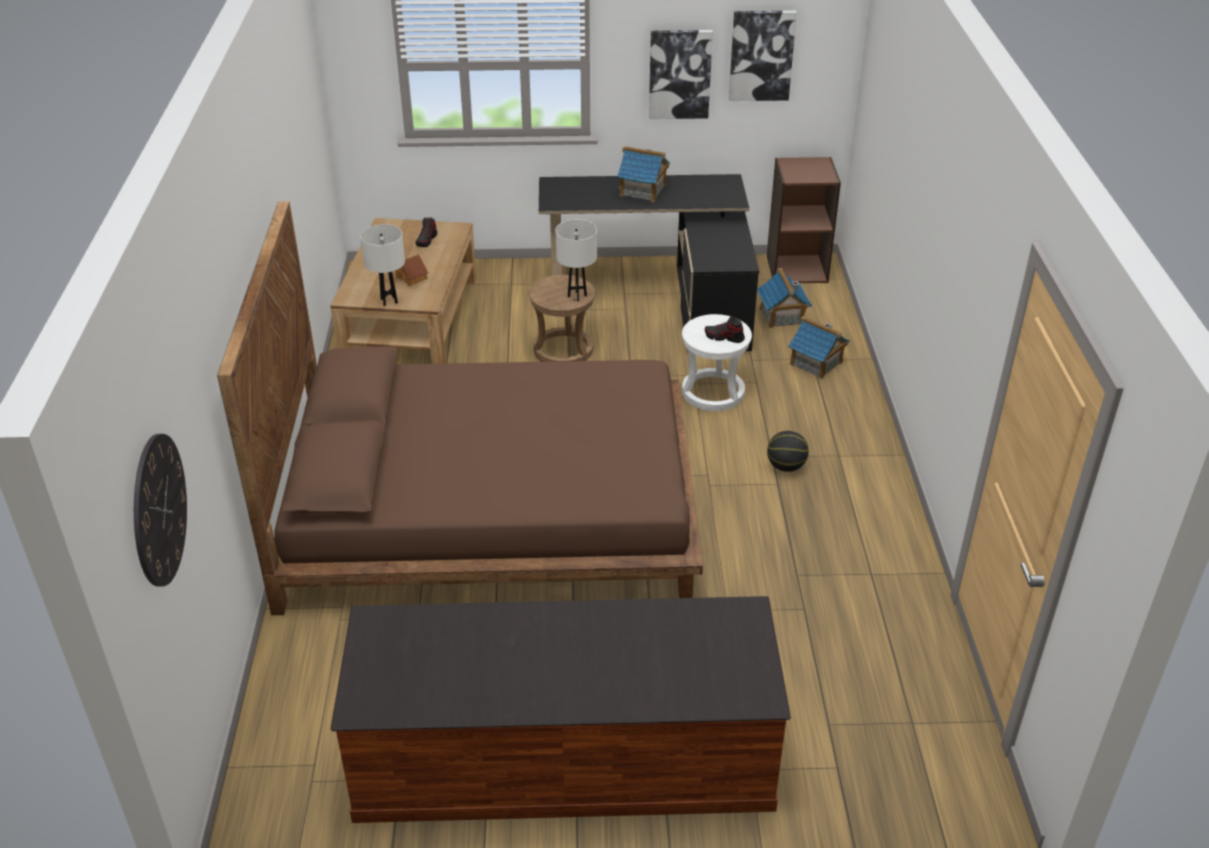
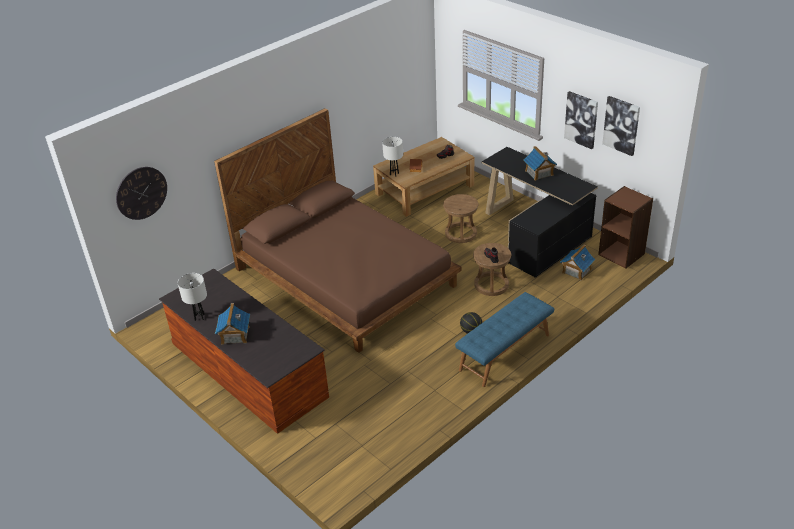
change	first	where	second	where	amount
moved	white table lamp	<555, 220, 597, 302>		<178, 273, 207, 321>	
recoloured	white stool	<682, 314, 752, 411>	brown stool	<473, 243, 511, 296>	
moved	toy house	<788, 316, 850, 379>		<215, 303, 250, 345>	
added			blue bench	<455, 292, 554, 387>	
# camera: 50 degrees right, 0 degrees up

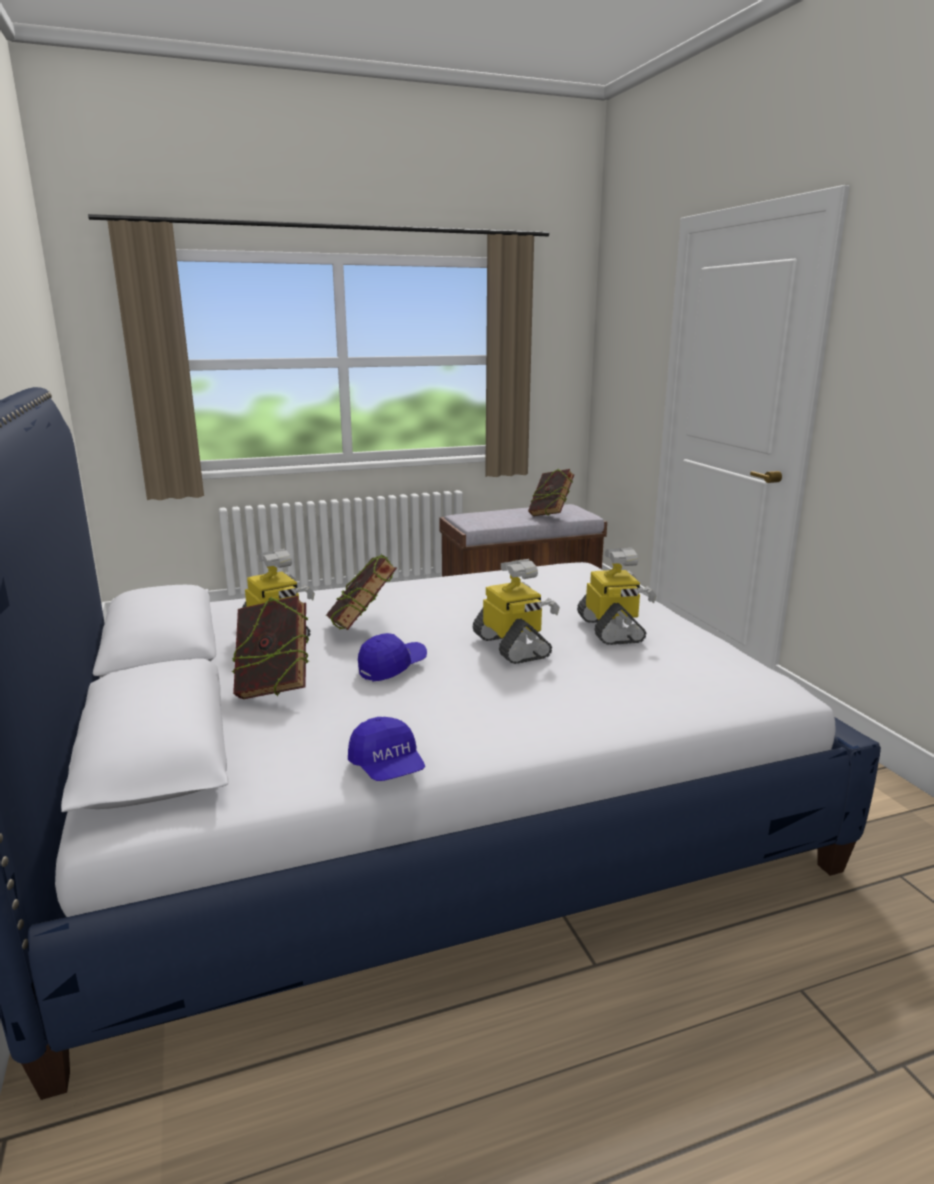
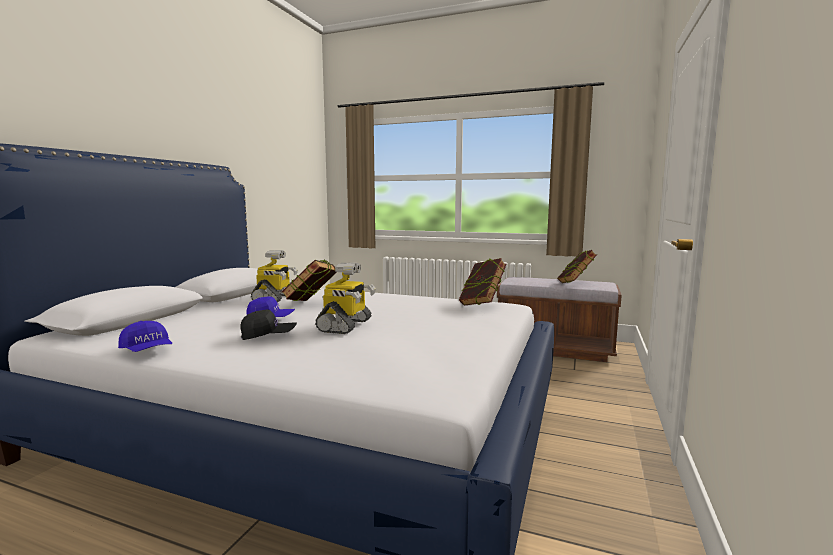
change	first	where	second	where	amount
removed	toy robot	<577, 548, 657, 645>			
moved	book	<232, 596, 309, 699>		<459, 258, 506, 306>	
turned	blue cap	<348, 717, 425, 781>		<118, 321, 172, 352>	60 degrees counterclockwise
added			black cap	<240, 310, 297, 340>	
# camera: 40 degrees right, 10 degrees down

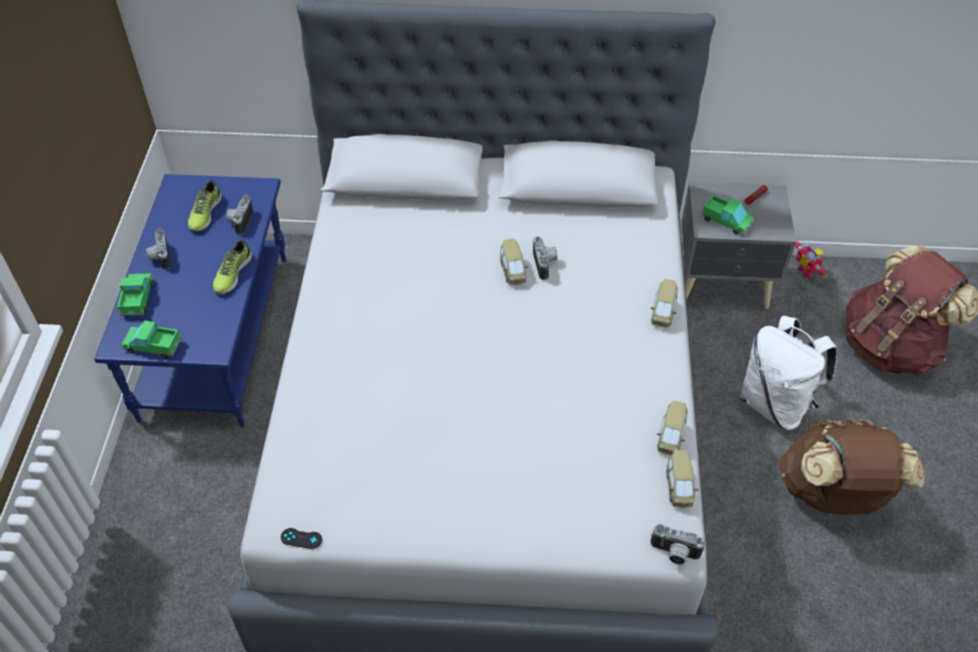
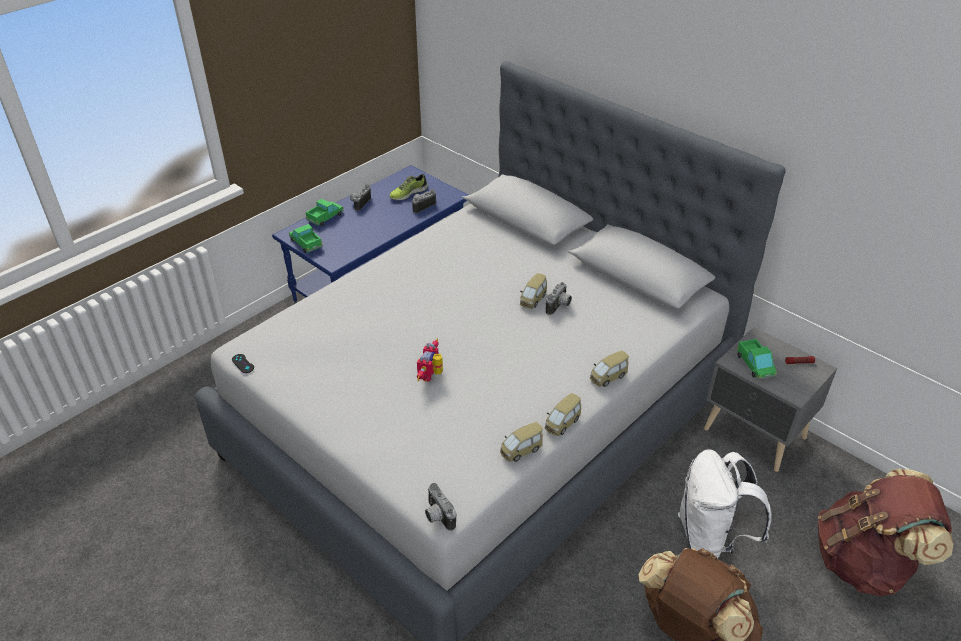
change	first	where	second	where	amount
removed	shoe	<213, 240, 252, 294>			
moved	toy robot	<795, 241, 827, 278>		<417, 339, 443, 382>	
moved	toy car	<666, 450, 698, 509>		<545, 393, 581, 436>	
# camera: 40 degrees right, 10 degrees down

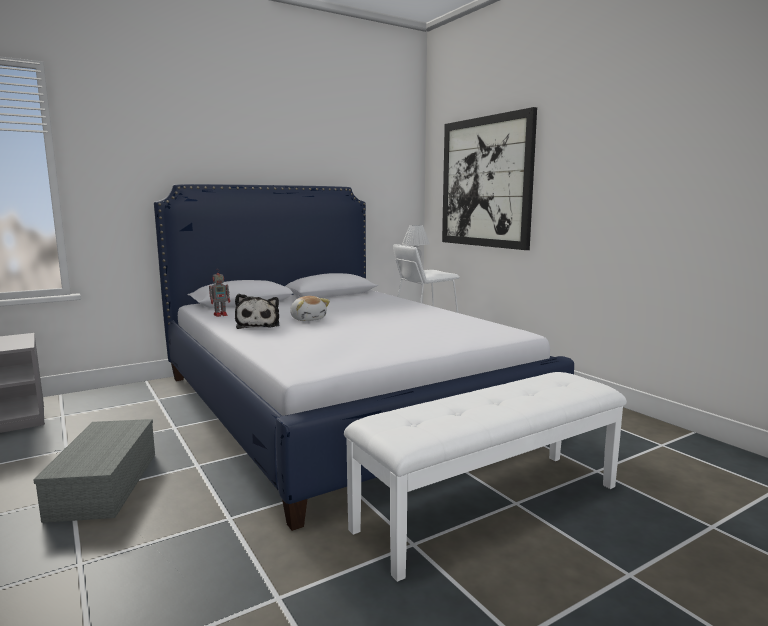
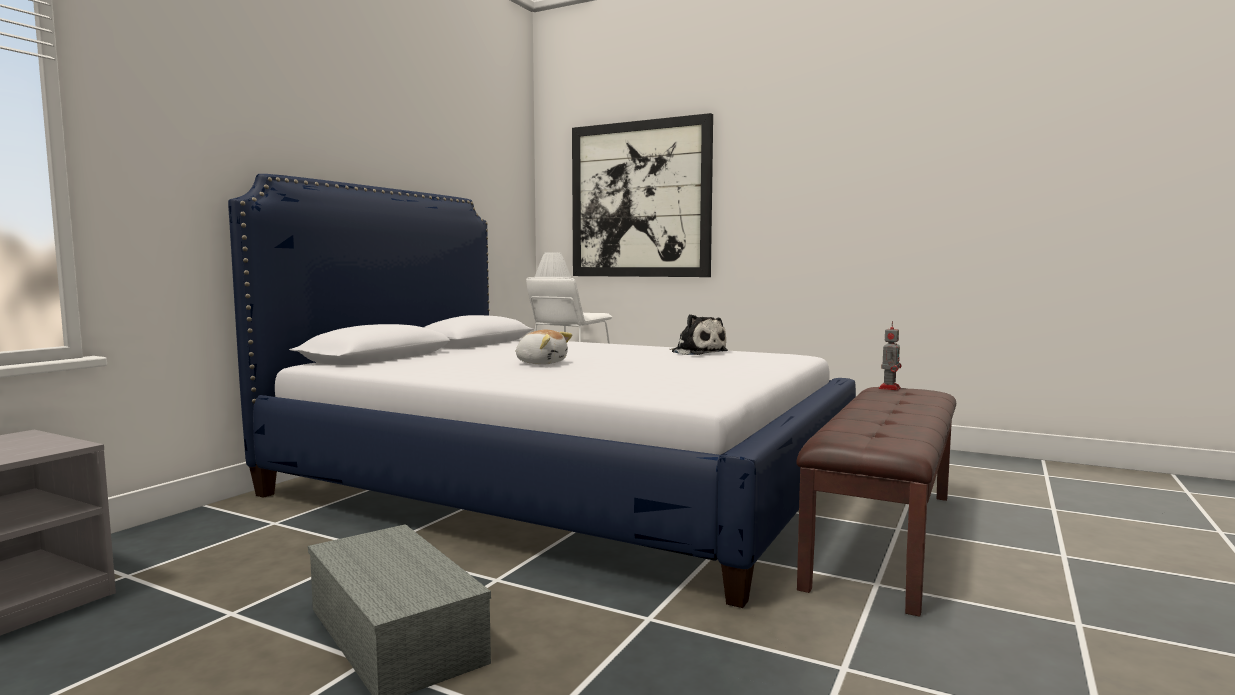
change	first	where	second	where	amount
moved	toy robot	<209, 269, 230, 317>		<879, 321, 902, 390>	
moved	plush toy	<235, 294, 279, 329>		<669, 314, 728, 355>	
recoloured	white bench	<344, 372, 627, 582>	brown bench	<796, 387, 956, 617>	
# camera: 30 degrees left, 5 degrees down

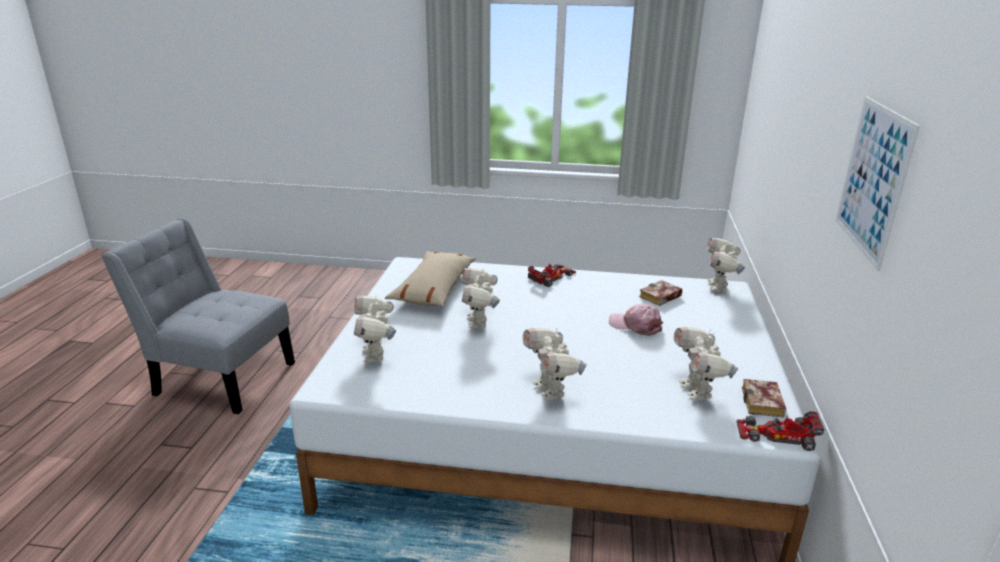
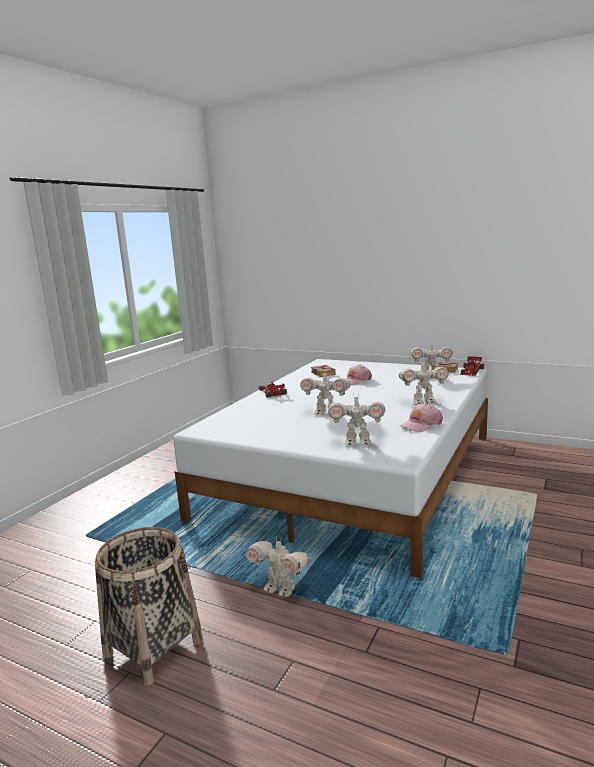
change	first	where	second	where	amount
removed	picture	<835, 96, 920, 271>			
replaced	grey chair	<101, 218, 295, 414>	basket	<95, 527, 203, 686>	
moved	toy robot	<707, 238, 745, 292>		<246, 537, 311, 597>	
removed	beige pillow	<385, 251, 476, 306>			
added			pink cap	<400, 403, 443, 432>	
# camera: 70 degrees left, 10 degrees down

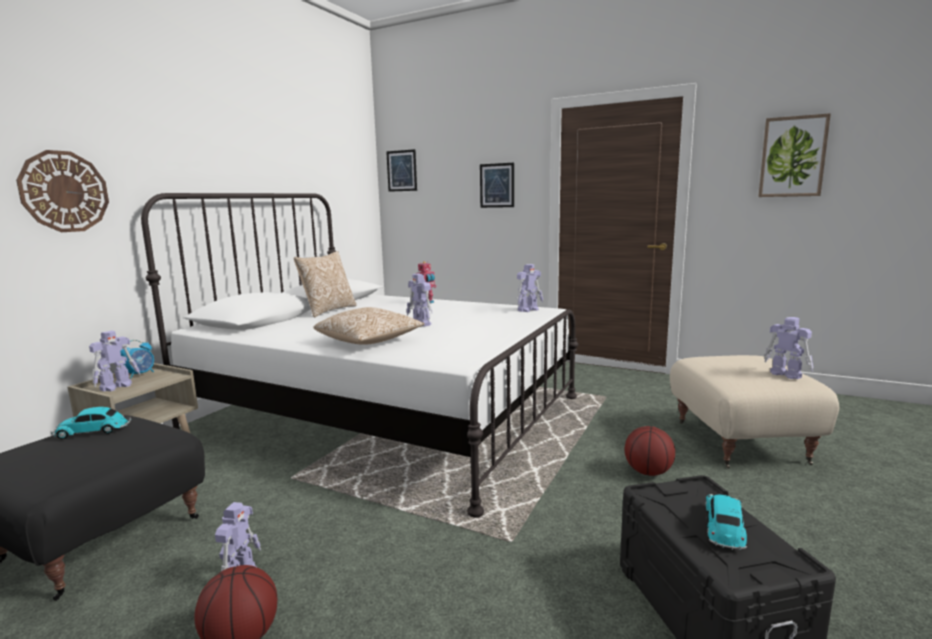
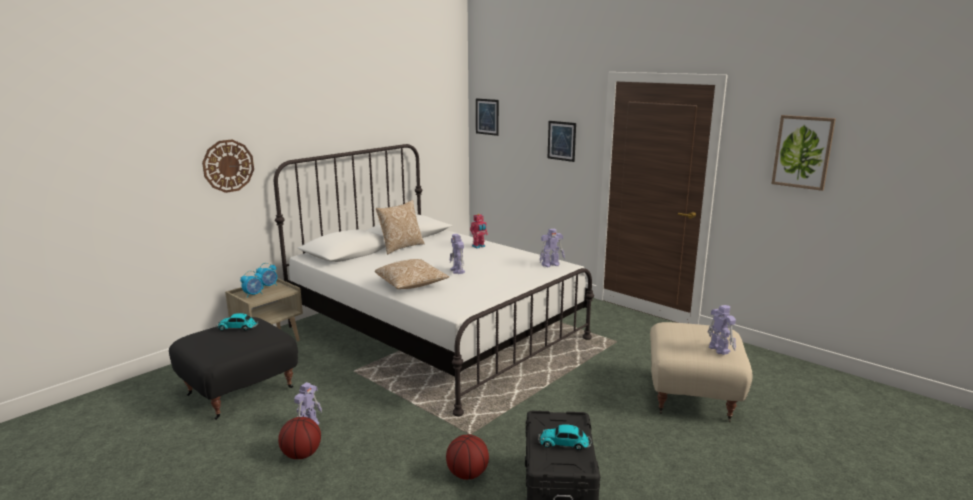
change	first	where	second	where	amount
replaced	toy robot	<89, 331, 140, 392>	alarm clock	<240, 271, 263, 298>	
moved	basketball	<625, 426, 675, 476>		<446, 434, 489, 480>	
turned	toy car	<705, 494, 747, 550>		<538, 424, 591, 450>	120 degrees counterclockwise
# camera: 15 degrees right, 5 degrees up

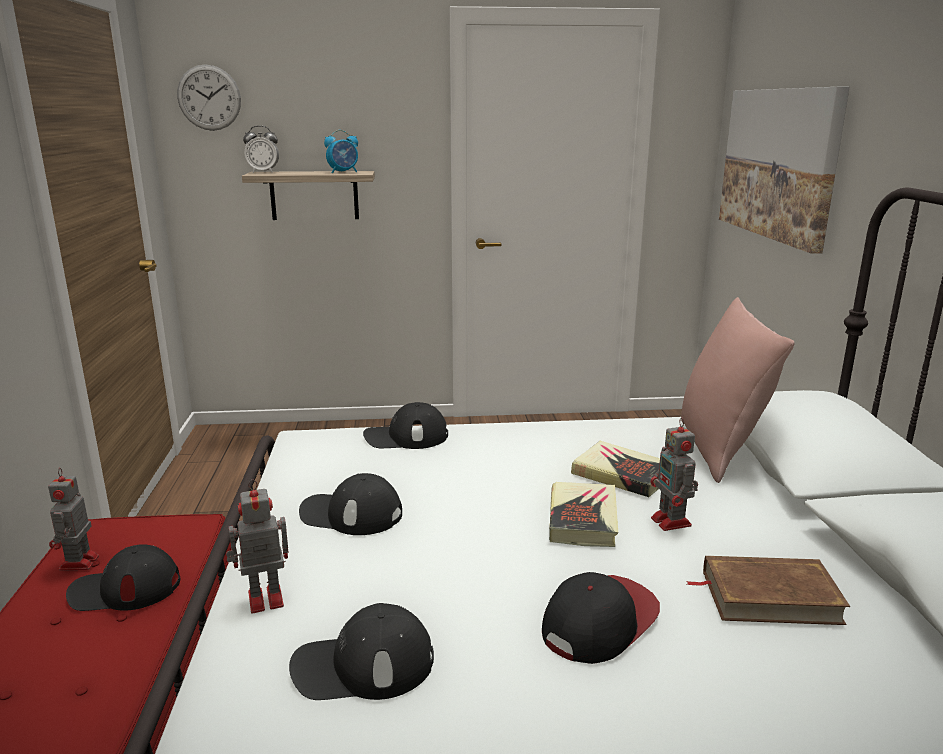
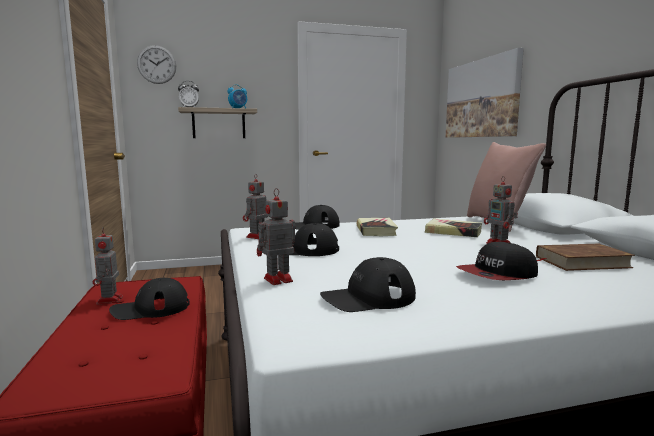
change	first	where	second	where	amount
moved	book	<549, 482, 618, 547>		<357, 218, 398, 236>	
turned	cap	<542, 572, 660, 664>		<456, 242, 538, 280>	150 degrees counterclockwise
added			toy robot	<243, 174, 268, 239>	
# camera: 10 degrees left, 10 degrees down

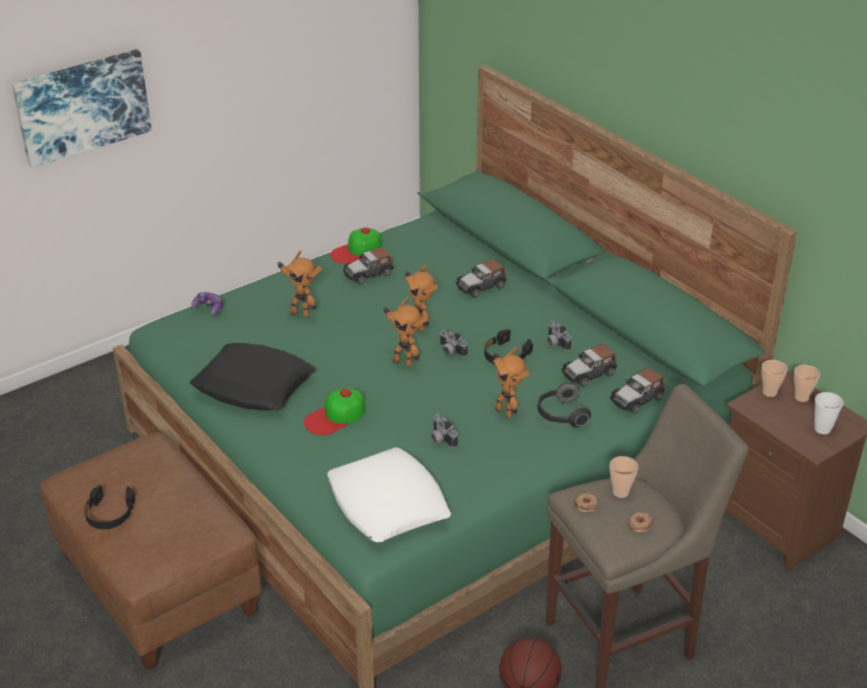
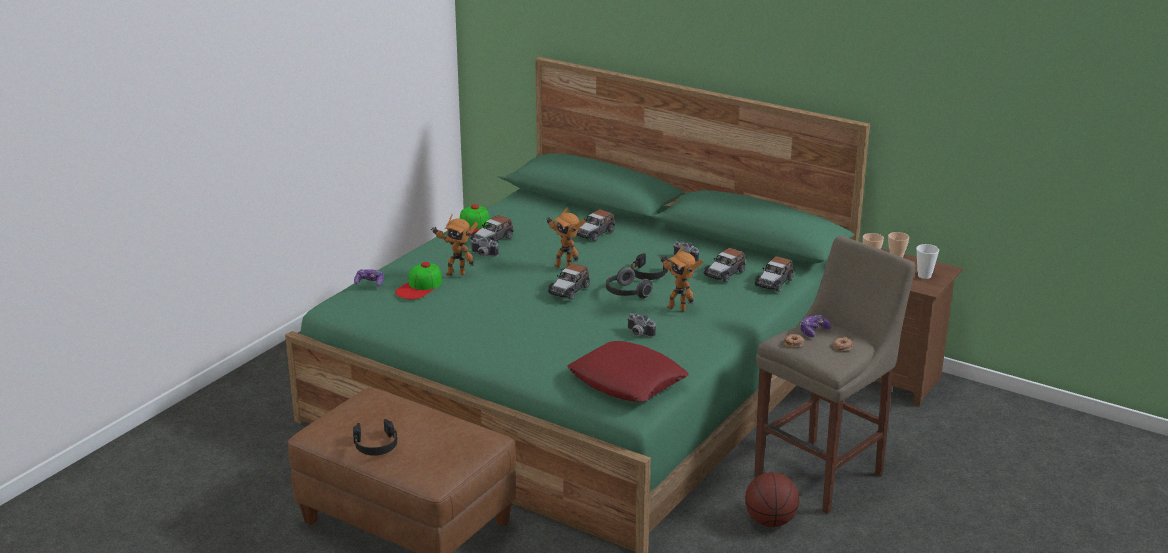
change	first	where	second	where	amount
removed	picture	<12, 49, 152, 168>			
replaced	toy robot	<383, 297, 428, 367>	toy car	<548, 263, 590, 300>	
moved	photo camera	<439, 329, 468, 357>		<471, 237, 499, 257>	
removed	black pillow	<190, 343, 316, 411>			
moved	headphones	<538, 383, 591, 427>		<606, 267, 653, 299>	
moved	cap	<304, 388, 366, 435>		<395, 262, 442, 299>	
recoloured	white pillow	<327, 447, 451, 542>	red pillow	<567, 341, 689, 402>	
replaced	cup	<610, 456, 638, 498>	game controller	<800, 315, 831, 337>	
# camera: 20 degrees left, 10 degrees down

